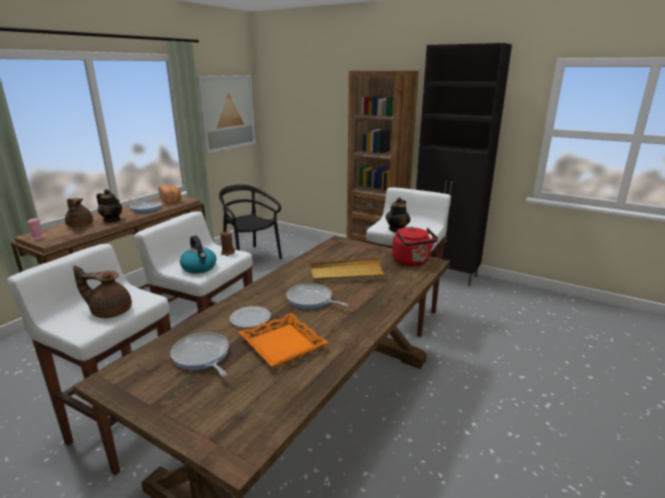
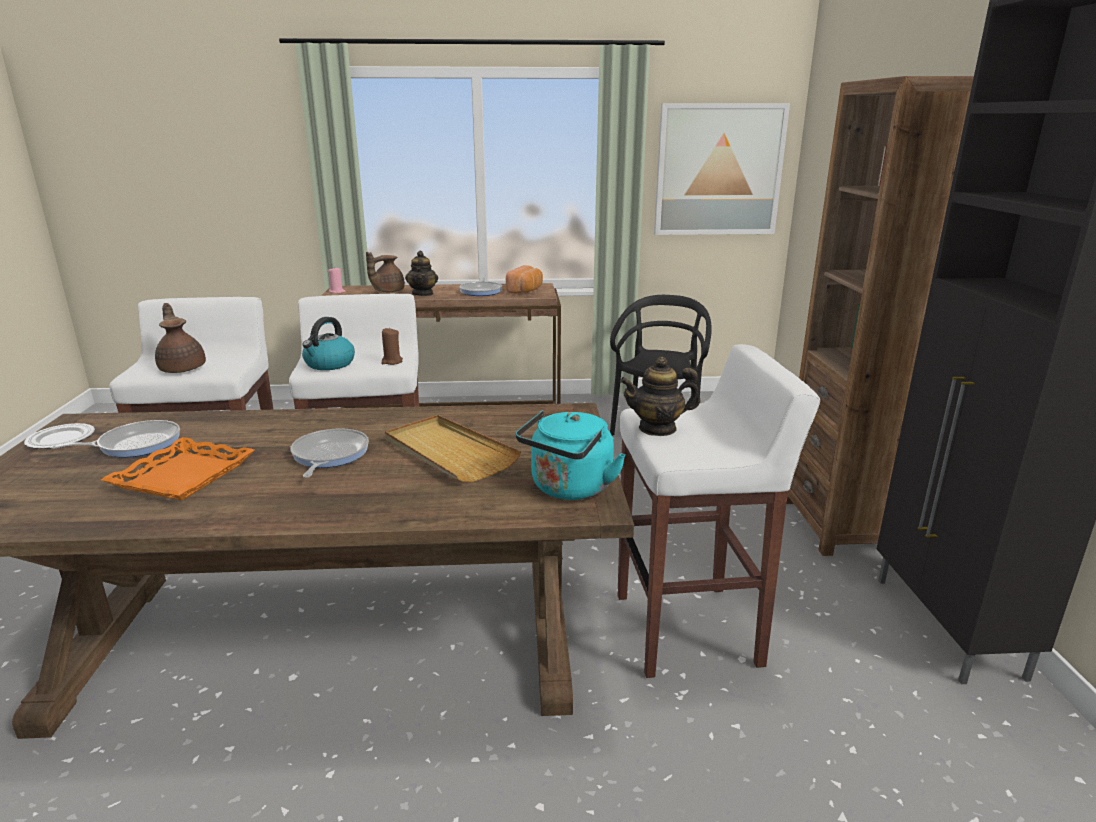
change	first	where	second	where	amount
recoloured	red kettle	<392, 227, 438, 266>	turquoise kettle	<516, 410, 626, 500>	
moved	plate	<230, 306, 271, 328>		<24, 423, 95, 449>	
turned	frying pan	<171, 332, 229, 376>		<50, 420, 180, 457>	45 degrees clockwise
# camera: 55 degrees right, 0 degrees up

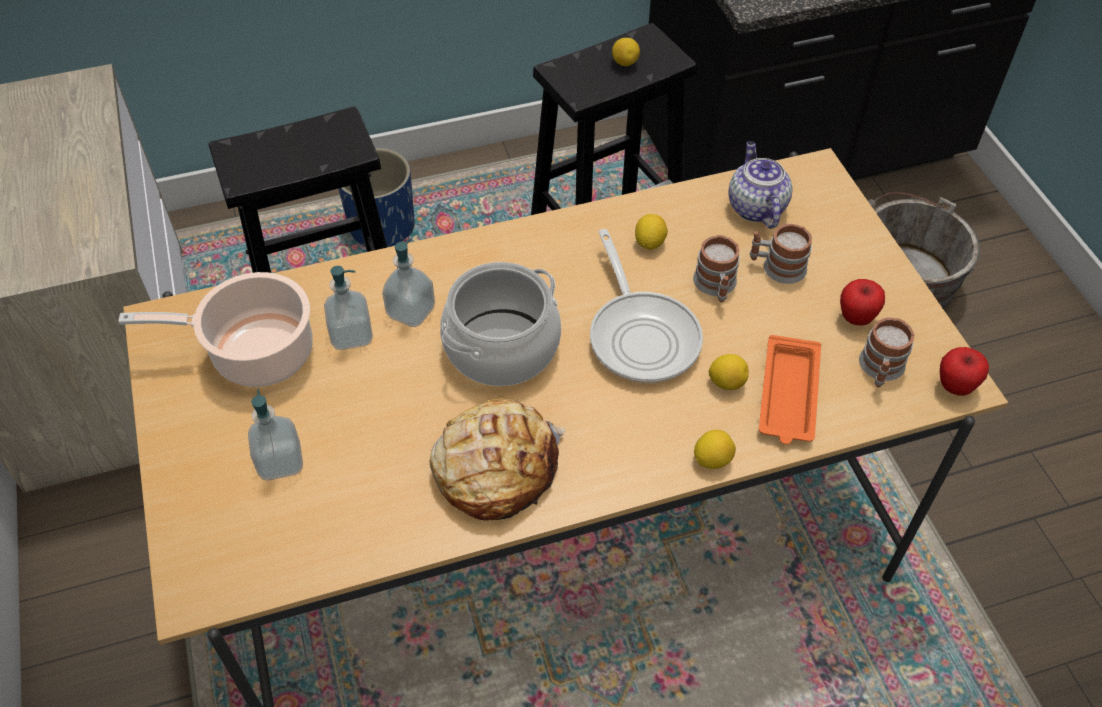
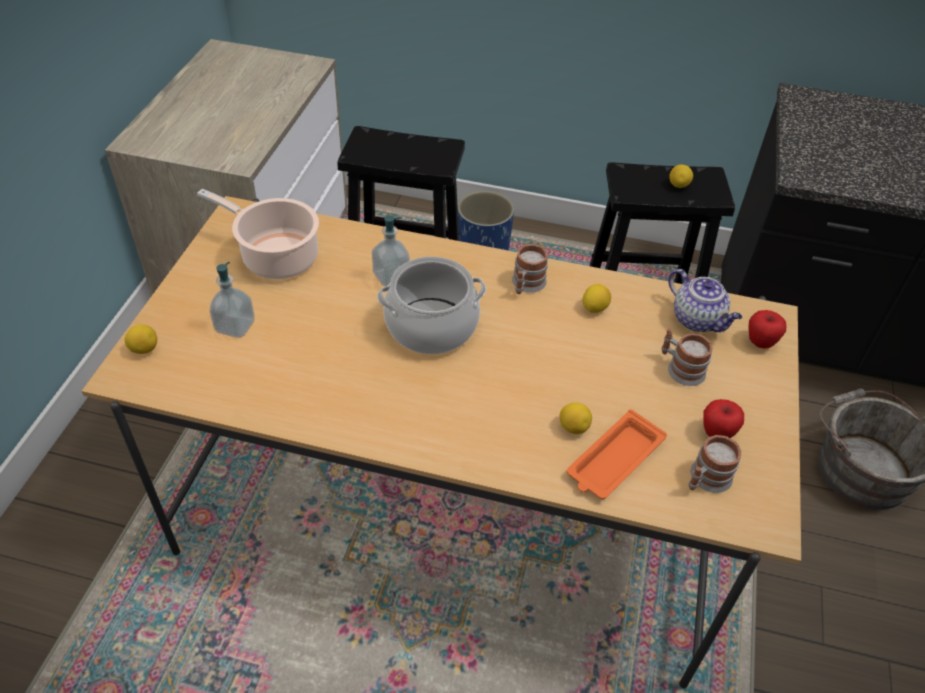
change	first	where	second	where	amount
turned	teapot	<728, 141, 793, 229>		<668, 269, 742, 332>	120 degrees clockwise
removed	frying pan	<590, 229, 703, 383>			
moved	mug	<693, 235, 740, 302>		<512, 244, 548, 294>	
removed	soap dispenser	<324, 266, 373, 350>			
moved	apple	<940, 347, 989, 396>		<748, 310, 786, 349>	
removed	bread	<429, 398, 565, 521>			
moved	lemon	<694, 430, 736, 469>		<124, 325, 157, 354>	
# camera: 30 degrees right, 5 degrees down

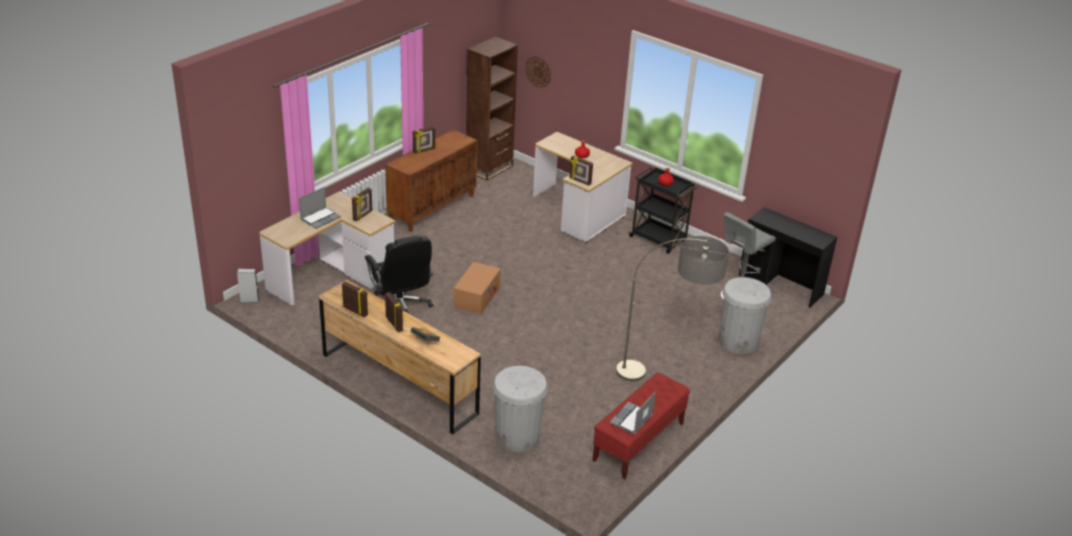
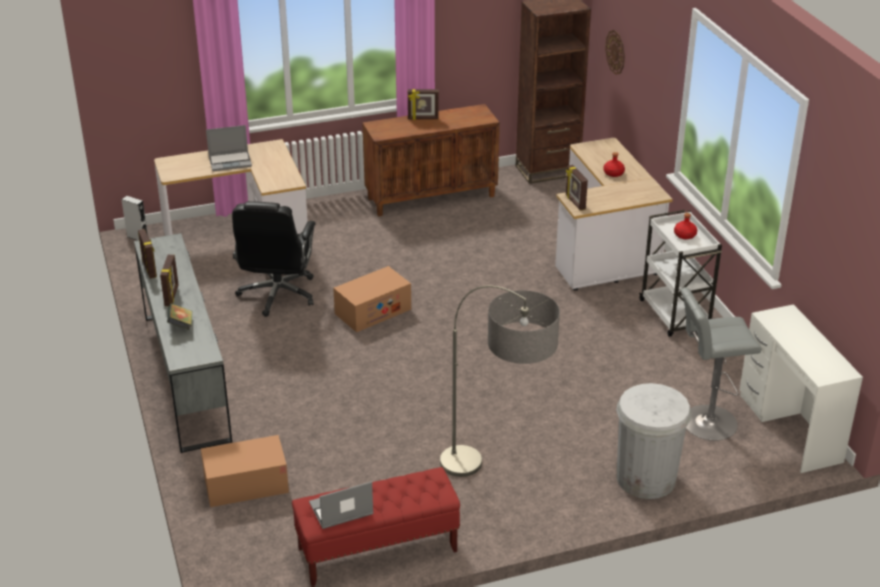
change	first	where	second	where	amount
recoloured	black cart	<629, 167, 697, 254>	white cart	<639, 210, 722, 337>	
removed	picture frame	<352, 188, 373, 221>			
recoloured	black desk	<739, 207, 837, 308>	white desk	<740, 304, 863, 473>	
recoloured	brown dresser	<319, 280, 481, 434>	grey dresser	<134, 233, 232, 453>	
replaced	white trash can	<492, 366, 548, 452>	cardboard box	<201, 435, 289, 507>	
# camera: 35 degrees right, 0 degrees up

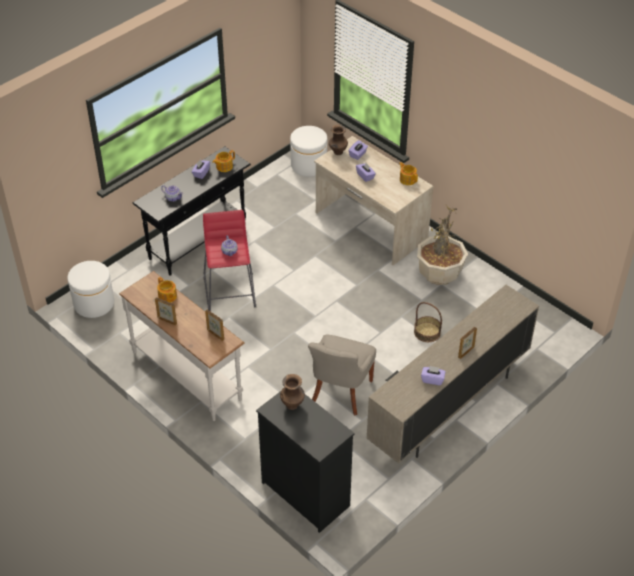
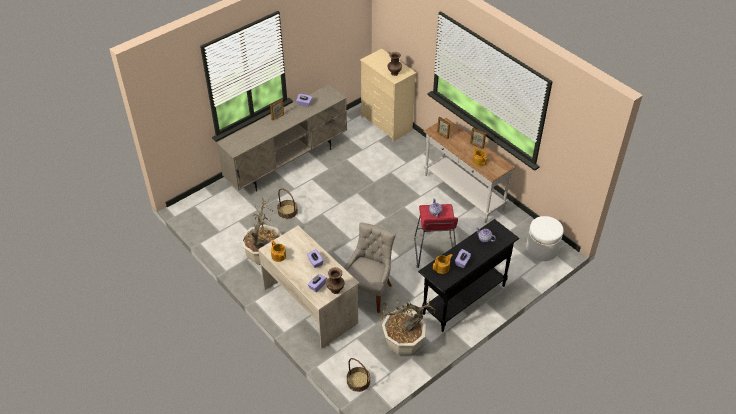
change	first	where	second	where	amount
replaced	white ottoman	<290, 126, 328, 177>	basket	<347, 358, 370, 392>	
moved	grey chair	<308, 335, 376, 416>		<344, 222, 396, 313>	
recoloured	black dresser	<256, 391, 355, 533>	beige dresser	<360, 49, 416, 142>	
added			potted plant	<380, 299, 436, 355>	
# camera: 175 degrees left, 0 degrees up

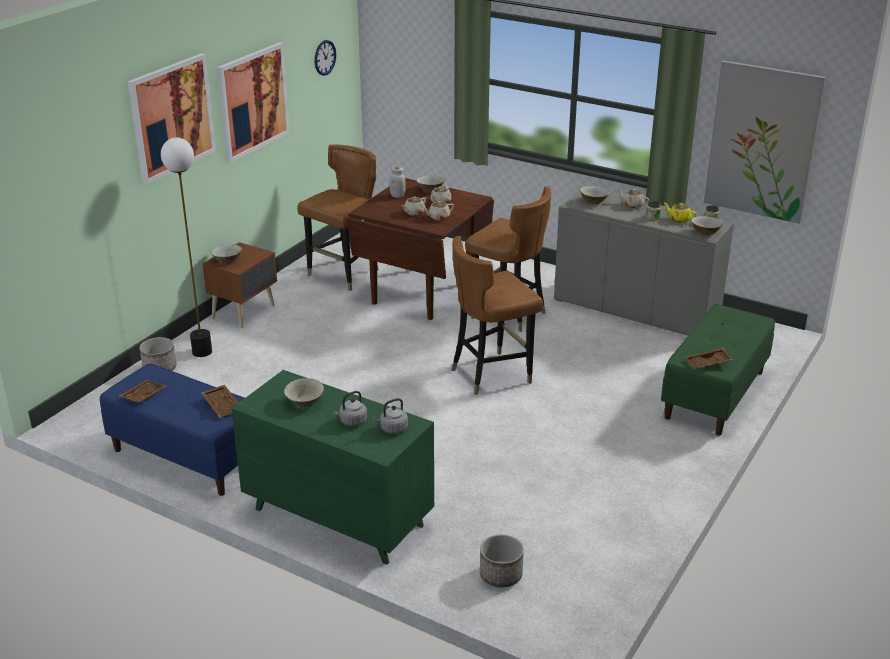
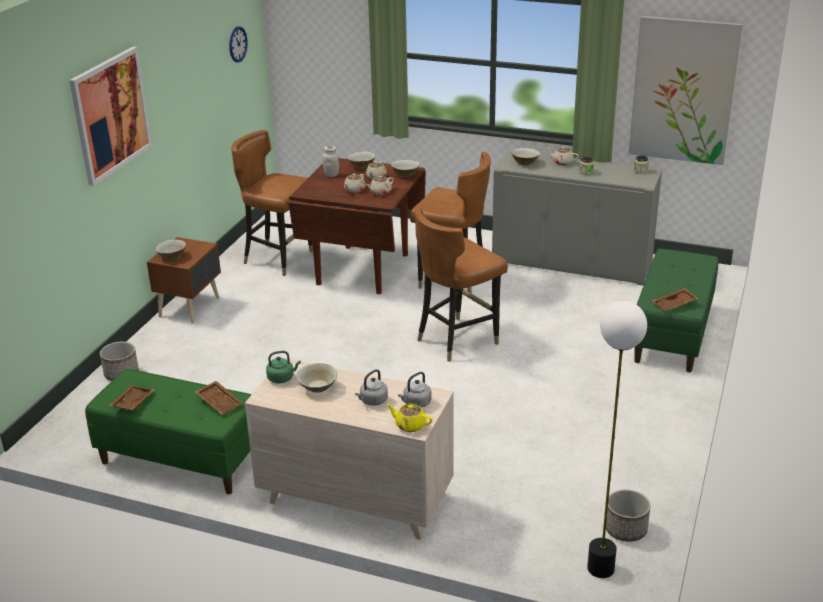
change	first	where	second	where	amount
removed	picture	<217, 42, 290, 163>			
moved	floor lamp	<161, 137, 212, 357>		<587, 301, 647, 578>	
turned	brown chair	<297, 144, 379, 291>		<231, 130, 313, 276>	90 degrees counterclockwise
moved	yellow teapot	<664, 203, 696, 223>		<387, 404, 433, 432>	
moved	beige bowl	<691, 216, 723, 236>		<391, 160, 420, 177>	
recoloured	blue bench	<100, 363, 244, 496>	green bench	<85, 369, 252, 494>	
recoloured	green dresser	<231, 370, 434, 565>	beige dresser	<245, 358, 454, 540>	
moved	planter	<480, 534, 524, 587>		<606, 489, 650, 542>	
added			green kettle	<266, 351, 301, 383>	
# camera: 10 degrees left, 0 degrees up

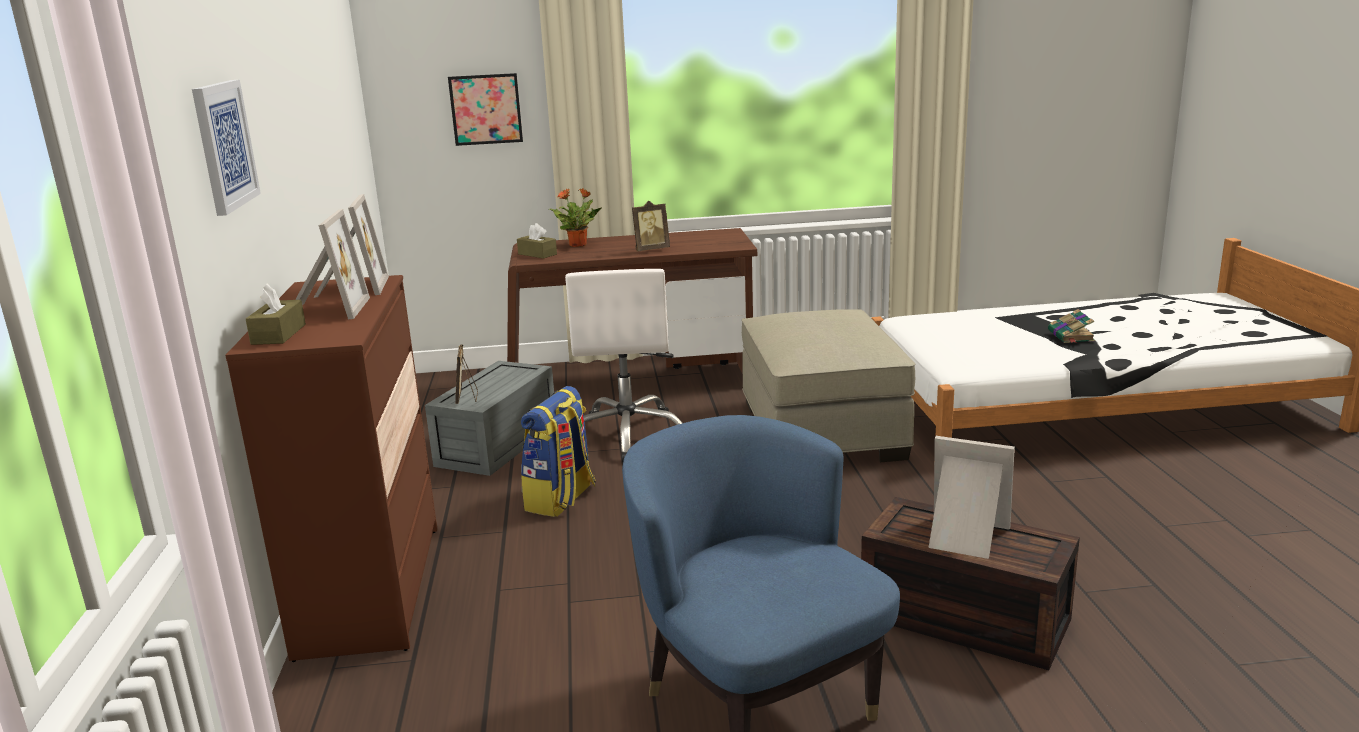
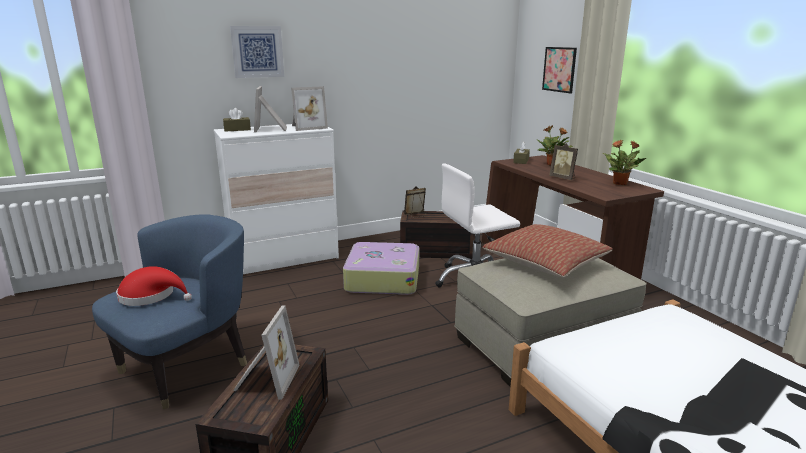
change	first	where	second	where	amount
turned	picture frame	<295, 209, 370, 319>		<254, 86, 287, 133>	105 degrees clockwise
recoloured	brown dresser	<225, 275, 438, 662>	white dresser	<213, 124, 339, 274>	
removed	book	<1048, 309, 1095, 343>			
recoloured	grey storage box	<425, 361, 554, 476>	brown storage box	<400, 210, 475, 259>	
replaced	backpack	<521, 386, 596, 517>	suitcase	<343, 242, 419, 295>	
added			potted plant	<602, 139, 646, 185>	
added			pillow	<482, 224, 613, 277>	
added			red hat	<116, 266, 192, 306>	
# camera: 70 degrees right, 0 degrees up

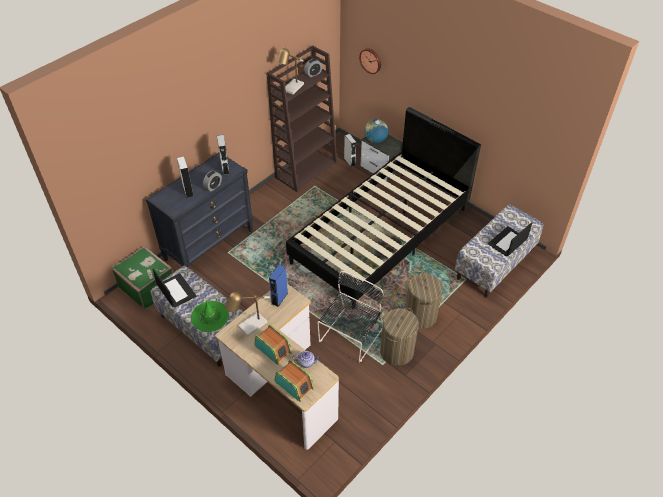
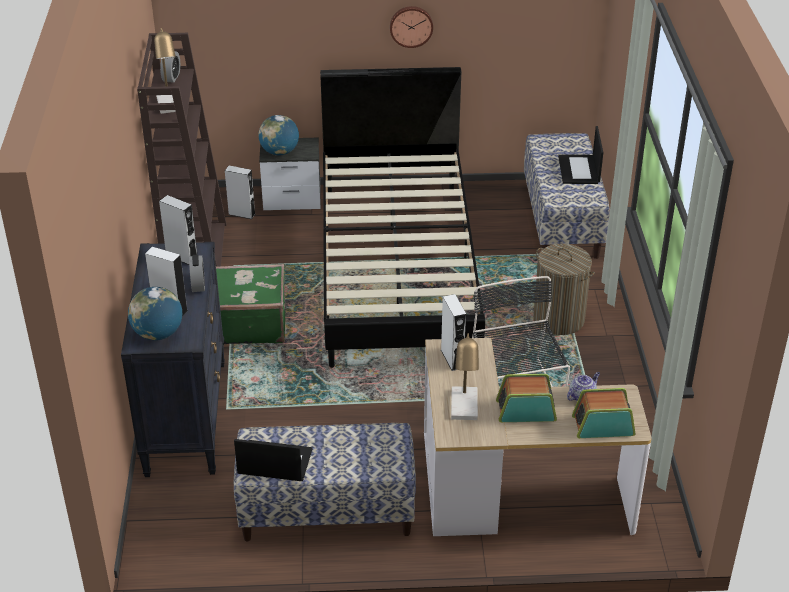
change	first	where	second	where	amount
moved	wall clock	<359, 48, 381, 74>		<390, 6, 433, 48>	
moved	green suitcase	<112, 246, 173, 309>		<216, 264, 285, 344>	
recoloured	blue speaker	<269, 264, 288, 307>	white speaker	<441, 294, 466, 371>	
removed	green hat	<191, 301, 229, 332>			
removed	laundry basket	<380, 308, 419, 366>			
added			globe	<128, 287, 182, 340>	
# camera: 45 degrees left, 10 degrees down

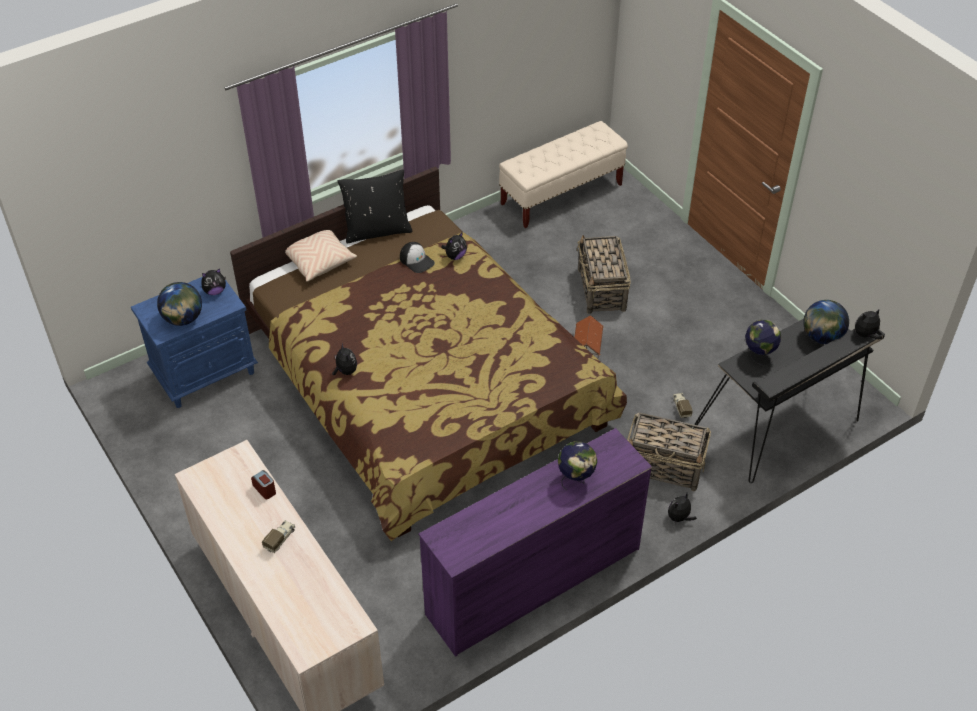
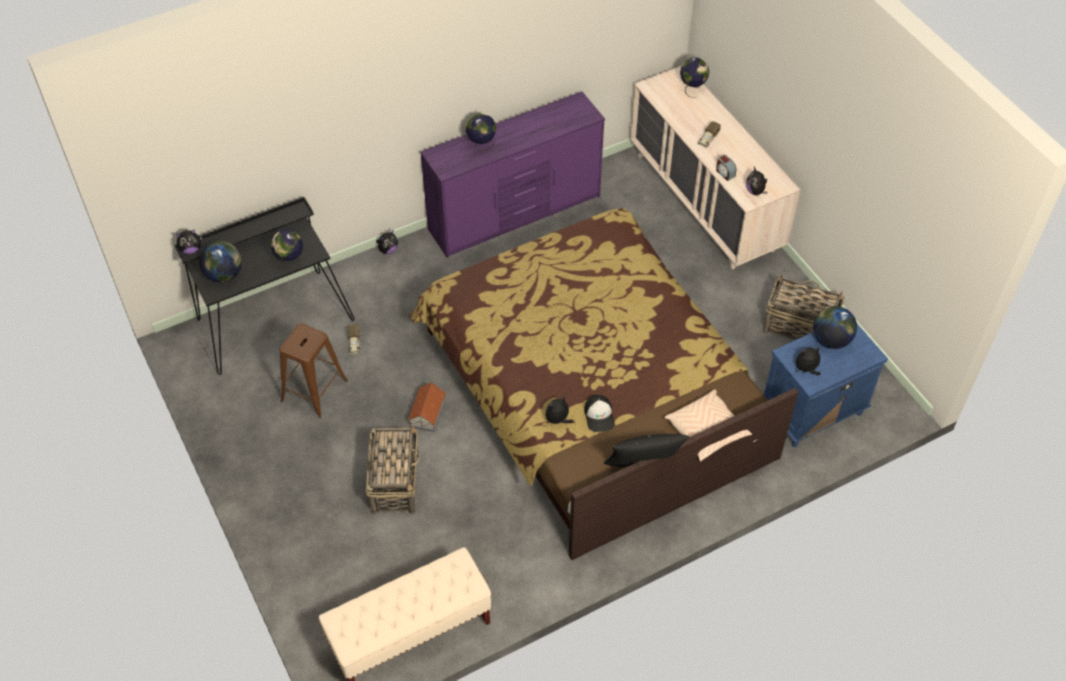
change	first	where	second	where	amount
turned	cap	<400, 242, 435, 273>		<584, 395, 614, 432>	150 degrees counterclockwise
moved	plush toy	<332, 343, 357, 375>		<746, 167, 767, 195>	
moved	basket	<627, 412, 711, 491>		<763, 274, 845, 340>	
added			globe	<680, 58, 709, 98>	
added			brown stool	<280, 323, 348, 419>	
# camera: 175 degrees left, 5 degrees up

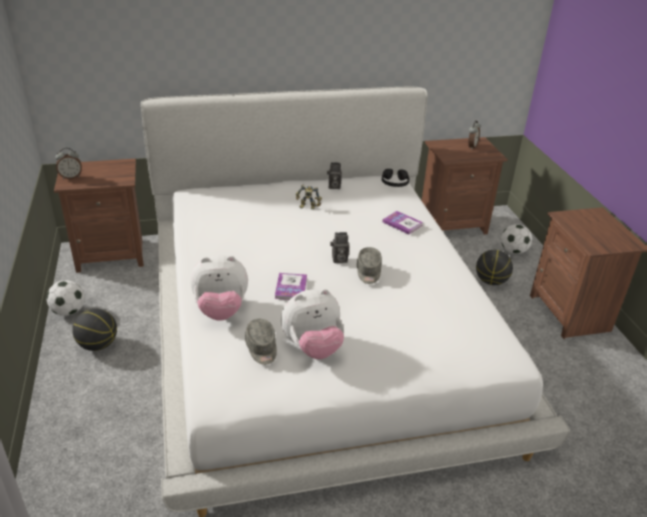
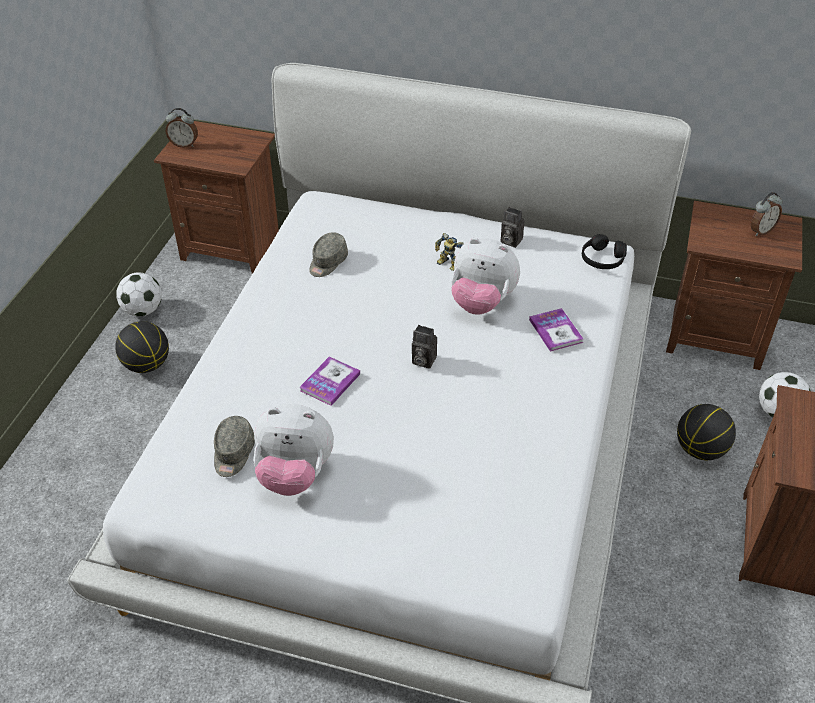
change	first	where	second	where	amount
moved	grey cap	<357, 247, 382, 284>		<309, 232, 348, 277>	
moved	plush toy	<190, 255, 248, 321>		<451, 238, 520, 315>	
# camera: 30 degrees right, 10 degrees up

